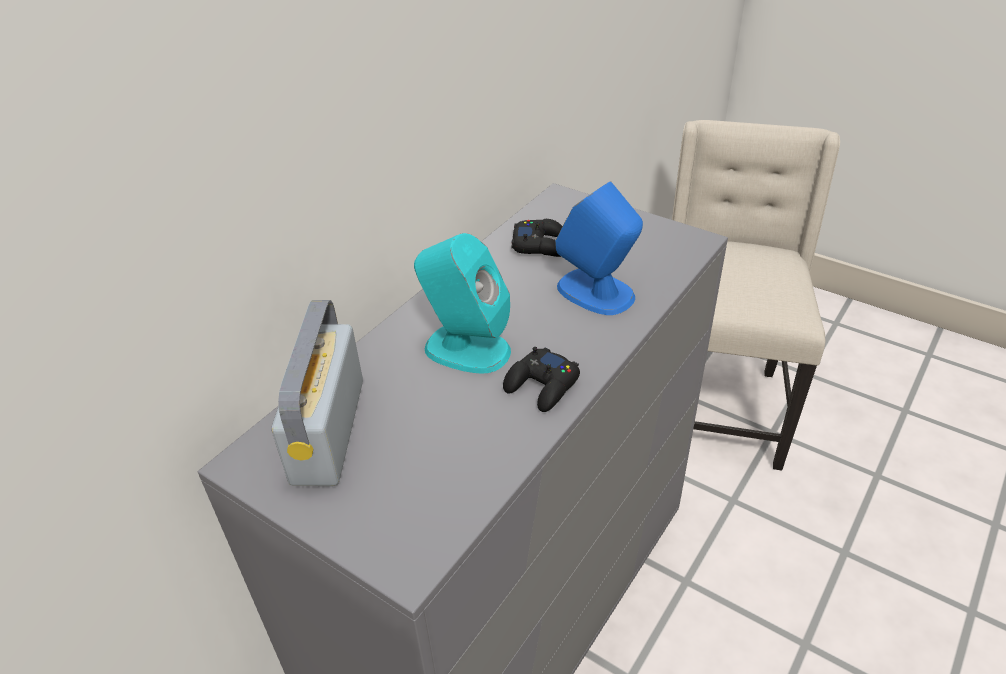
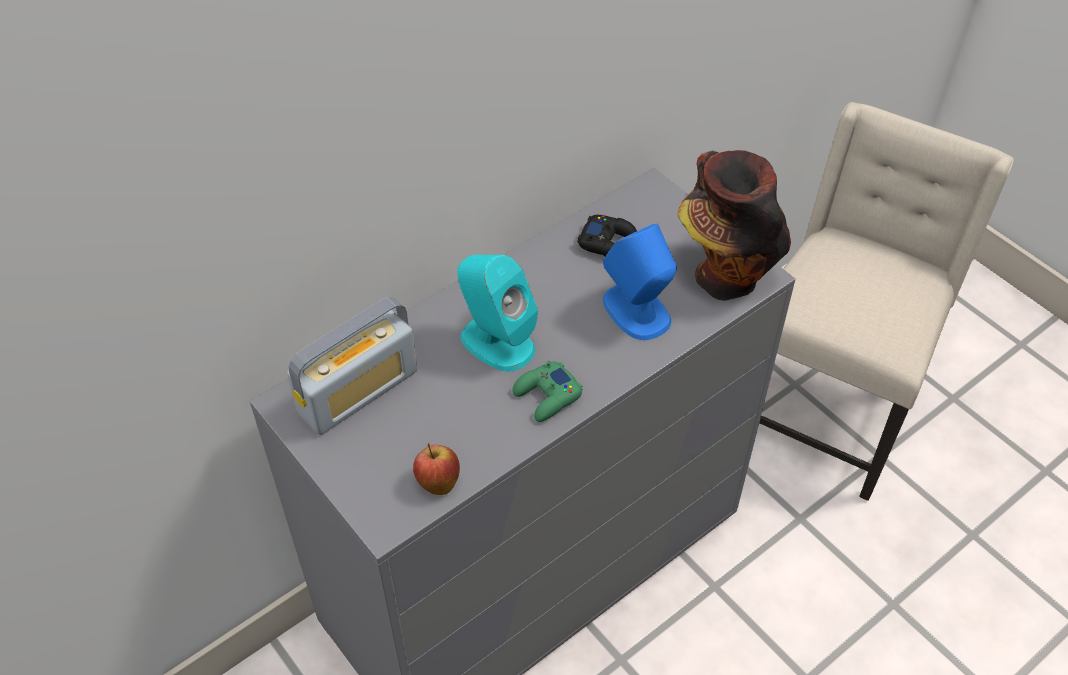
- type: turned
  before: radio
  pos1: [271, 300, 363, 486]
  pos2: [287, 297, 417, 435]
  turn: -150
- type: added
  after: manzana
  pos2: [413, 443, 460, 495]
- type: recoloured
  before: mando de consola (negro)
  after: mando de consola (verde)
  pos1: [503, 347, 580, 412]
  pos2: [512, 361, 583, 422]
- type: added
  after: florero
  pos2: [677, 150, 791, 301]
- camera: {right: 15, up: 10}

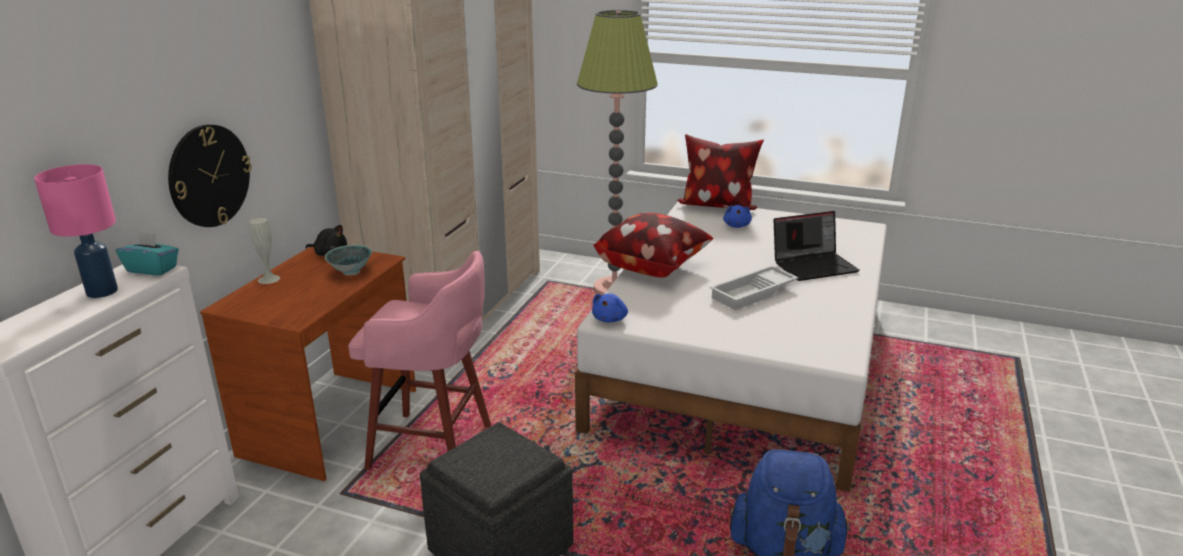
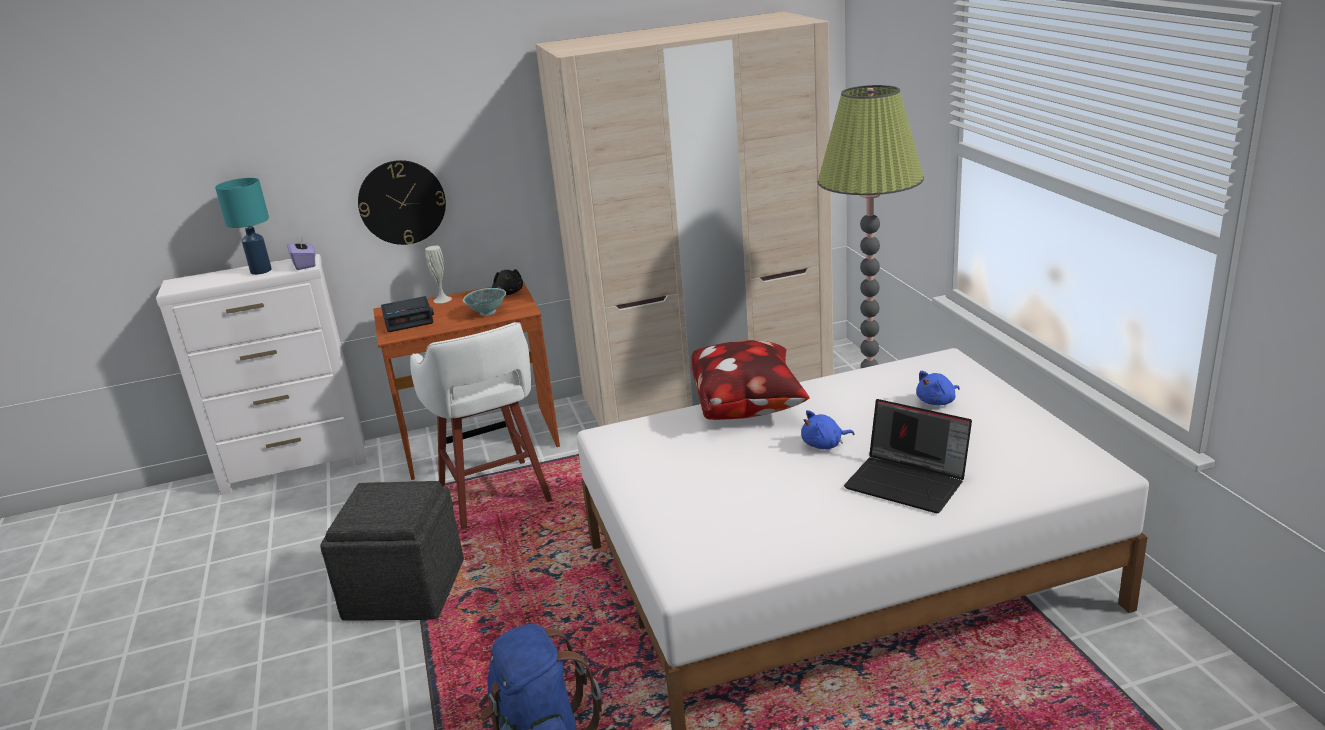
- type: recoloured
  before: lámpara de mesa (rosa)
  after: lámpara de mesa (turquesa)
  pos1: [34, 164, 118, 298]
  pos2: [215, 178, 272, 275]
- type: recoloured
  before: caja de pañuelos (turquesa)
  after: caja de pañuelos (morado)
  pos1: [116, 231, 179, 275]
  pos2: [287, 238, 315, 270]
- type: added
  after: despertador
  pos2: [381, 296, 434, 332]
- type: recoloured
  before: taburete (rosa)
  after: taburete (blanco)
  pos1: [348, 250, 491, 470]
  pos2: [410, 322, 552, 529]
- type: moved
  before: peluche (azul)
  pos1: [592, 293, 628, 322]
  pos2: [801, 410, 854, 449]
- type: removed
  before: cojín
  pos1: [677, 134, 764, 210]
- type: removed
  before: bandeja (blanco)
  pos1: [710, 265, 798, 310]
- camera: {right: 55, up: 0}

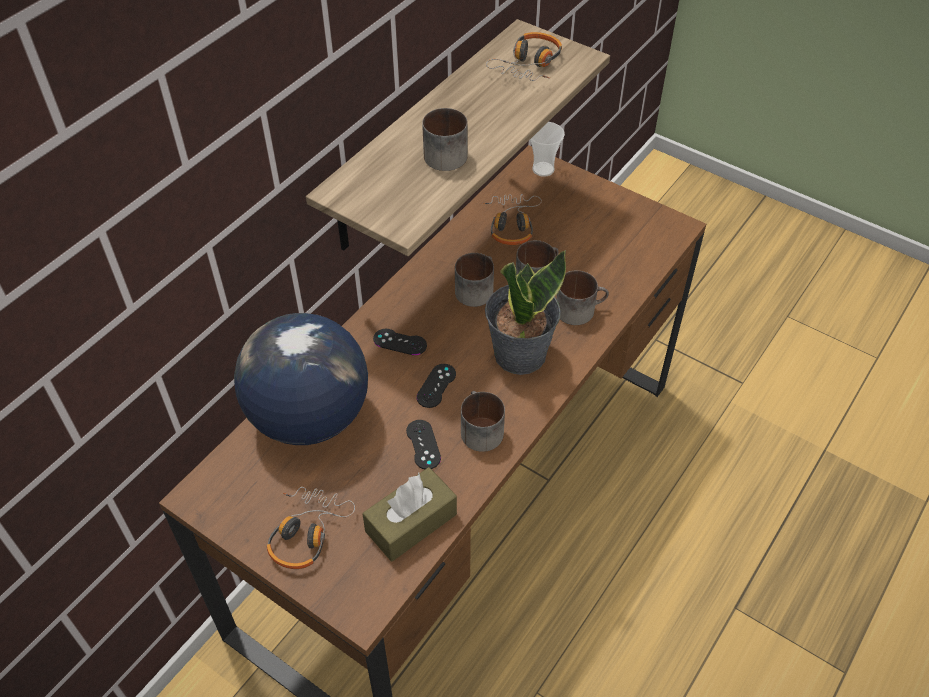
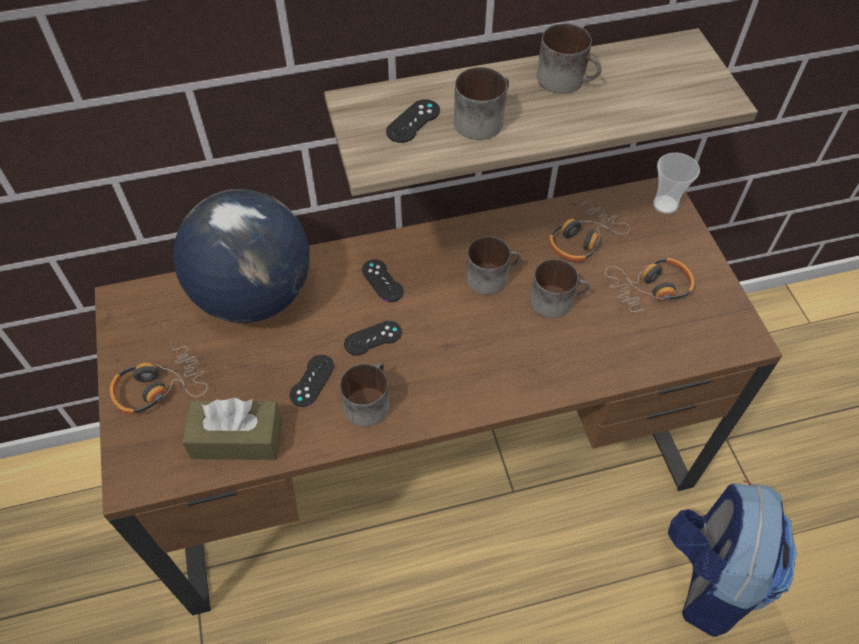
- type: added
  after: mando de consola (negro)
  pos2: [386, 99, 440, 143]
- type: moved
  before: taza grande
  pos1: [556, 270, 609, 325]
  pos2: [537, 23, 602, 94]
- type: moved
  before: auriculares
  pos1: [486, 32, 562, 81]
  pos2: [605, 258, 694, 318]
- type: added
  after: mochila
  pos2: [668, 480, 797, 637]
- type: removed
  before: planta en maceta
  pos1: [485, 250, 566, 375]
- camera: {right: 40, up: 5}

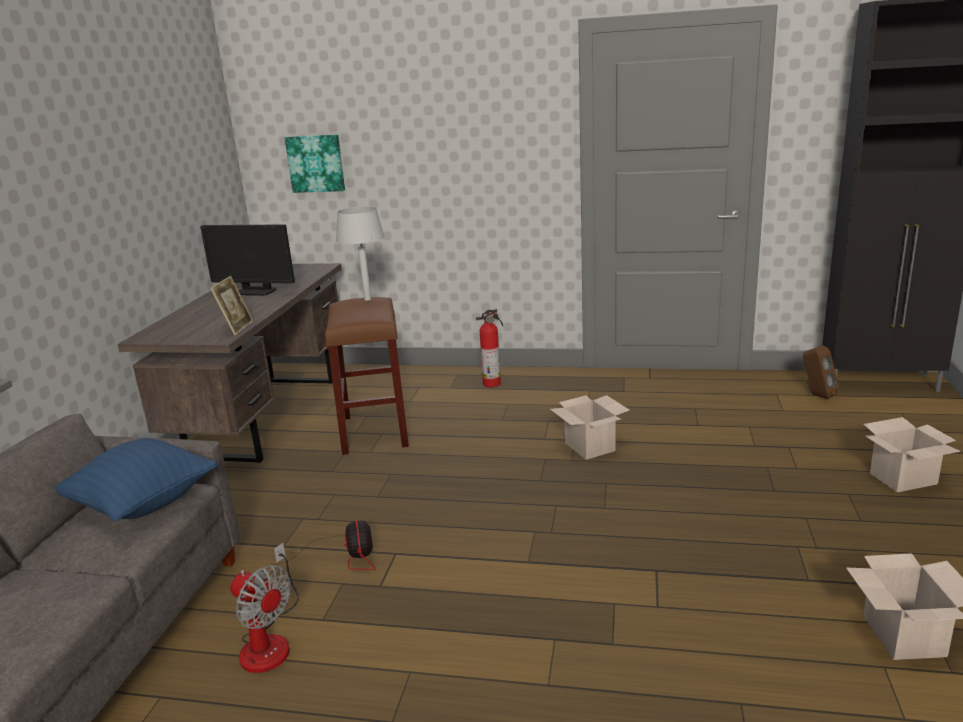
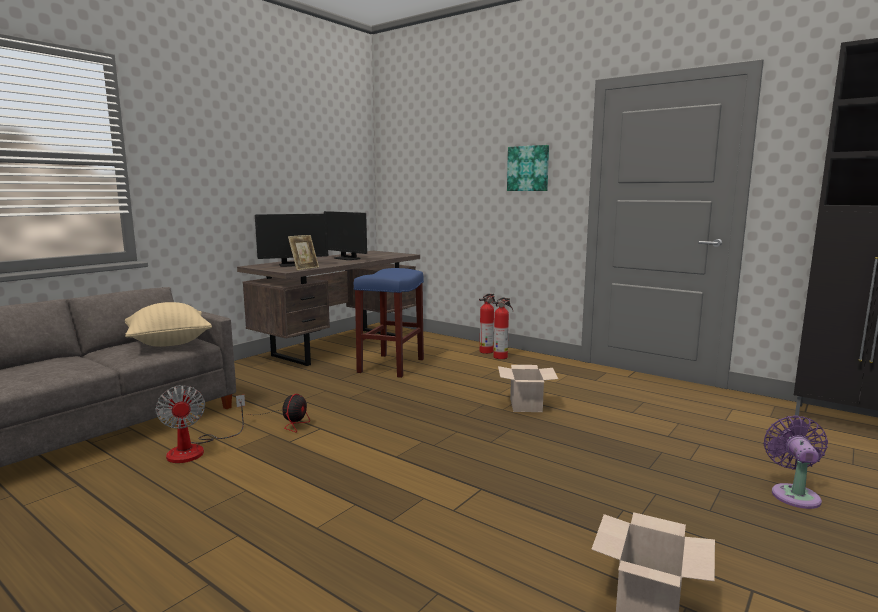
- type: recoloured
  before: cojín (azul)
  after: cojín (beis)
  pos1: [55, 438, 218, 521]
  pos2: [125, 302, 212, 347]
- type: added
  after: monitor
  pos2: [255, 214, 328, 267]
- type: recoloured
  before: taburete (marrón)
  after: taburete (azul)
  pos1: [325, 297, 409, 455]
  pos2: [354, 268, 424, 378]
- type: added
  after: extintor
  pos2: [479, 294, 498, 354]
- type: moved
  before: cuadro
  pos1: [285, 134, 345, 193]
  pos2: [507, 145, 549, 191]
- type: replaced
  before: caja de cartón
  after: ventilador (morado)
  pos1: [863, 417, 961, 492]
  pos2: [764, 416, 828, 509]
- type: removed
  before: lámpara de mesa (gris)
  pos1: [336, 206, 385, 300]
- type: removed
  before: altavoz (marrón)
  pos1: [803, 345, 839, 399]
- camera: {right: 25, up: -10}

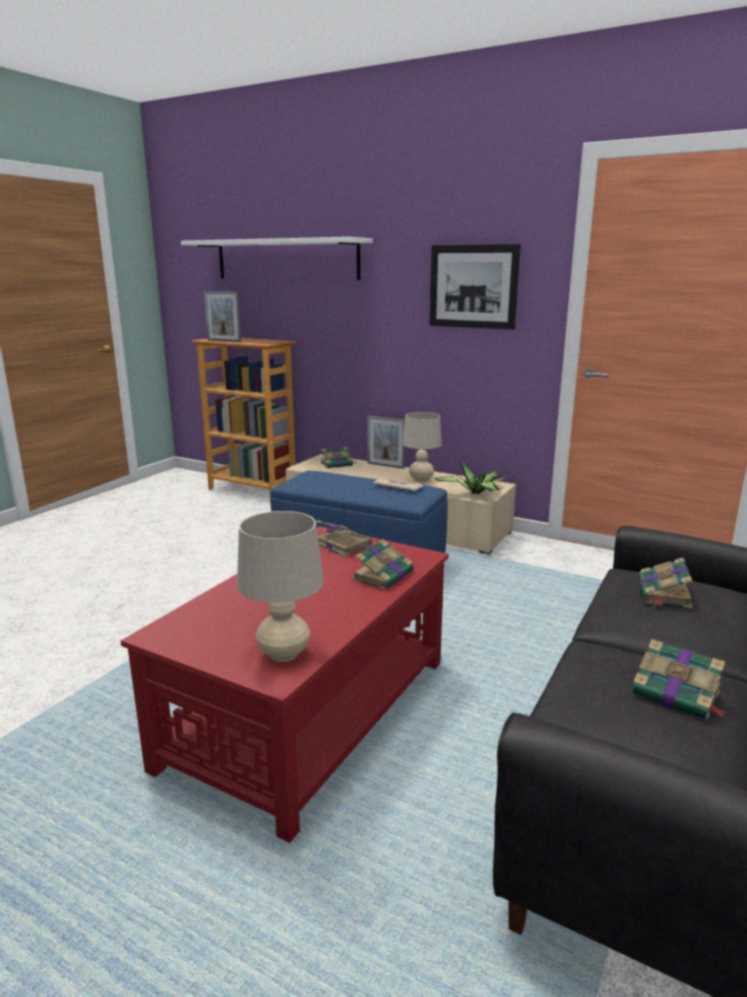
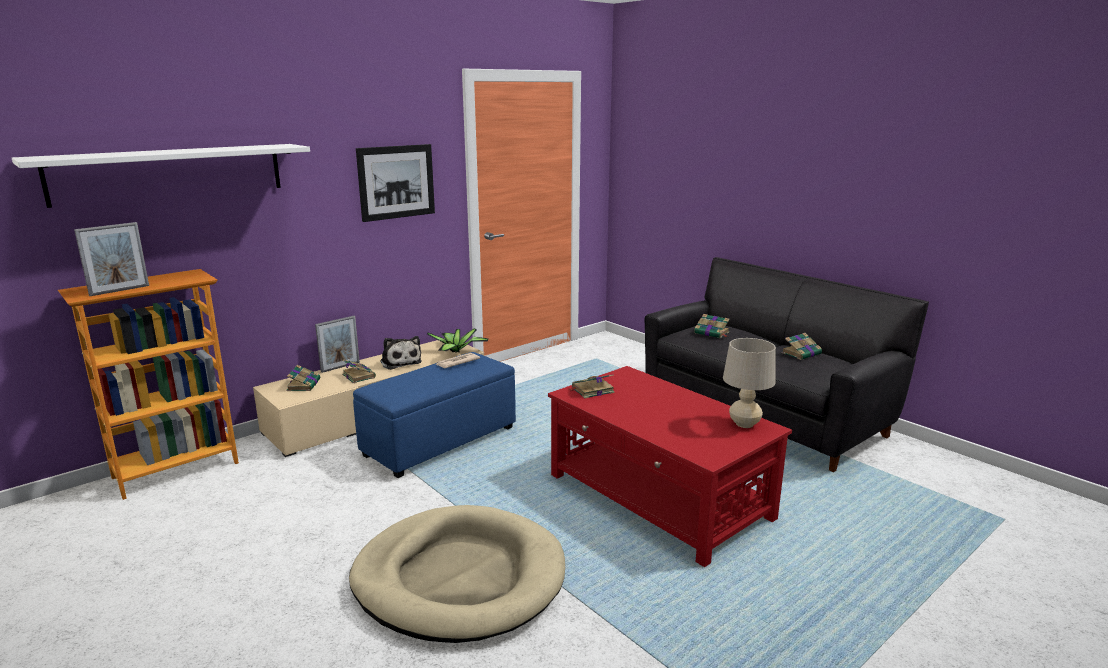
- type: moved
  before: libro
  pos1: [352, 539, 414, 590]
  pos2: [342, 359, 376, 383]
- type: added
  after: cama para perro (beis)
  pos2: [349, 505, 565, 643]
- type: replaced
  before: lámpara de mesa (beis)
  after: peluche
  pos1: [402, 412, 442, 482]
  pos2: [380, 336, 422, 370]
- camera: {right: -70, up: 0}

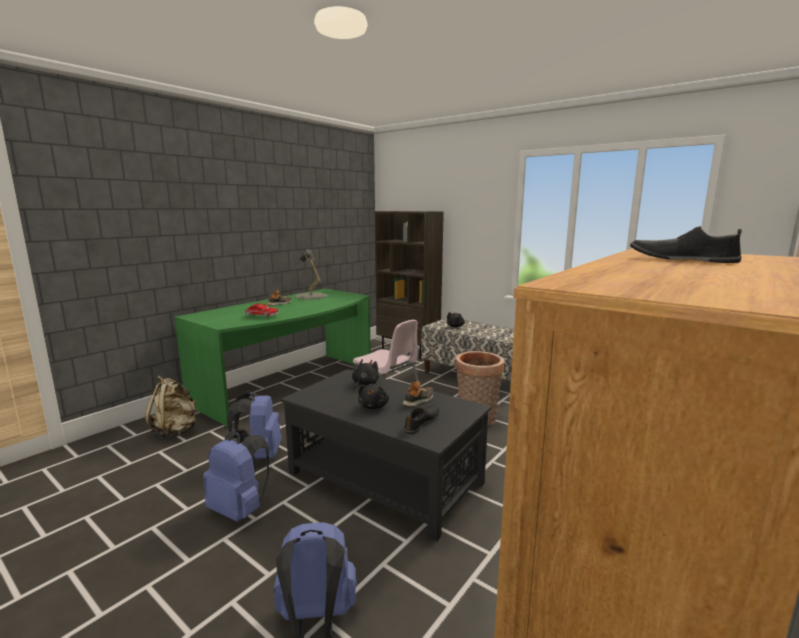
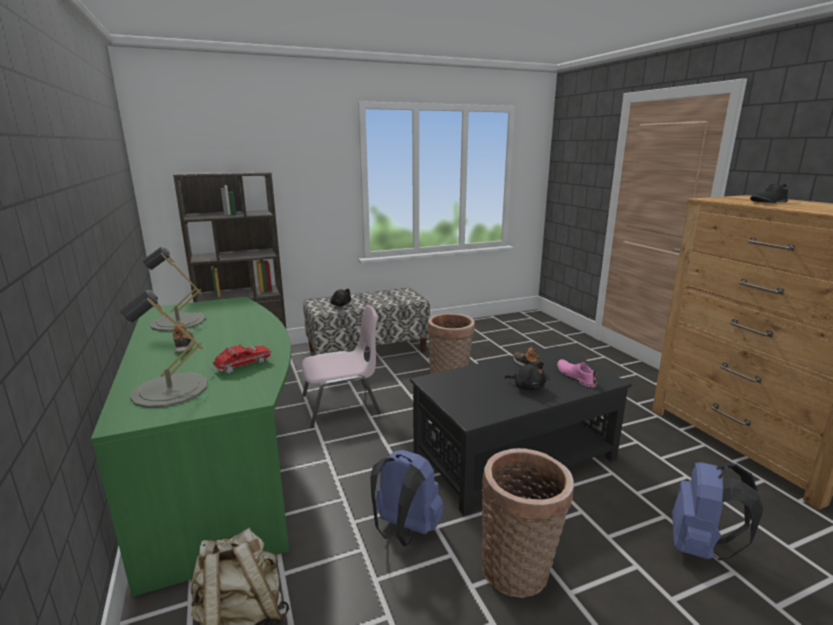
- type: added
  after: lámpara de mesa (gris)
  pos2: [119, 290, 208, 408]
- type: replaced
  before: mochila (azul)
  after: cesta
  pos1: [203, 429, 269, 522]
  pos2: [481, 448, 574, 598]
- type: recoloured
  before: zapato (negro)
  after: zapato (rosa)
  pos1: [404, 405, 440, 434]
  pos2: [557, 359, 596, 387]
- type: removed
  before: peluche (negro)
  pos1: [352, 359, 379, 390]
- camera: {right: -60, up: 5}

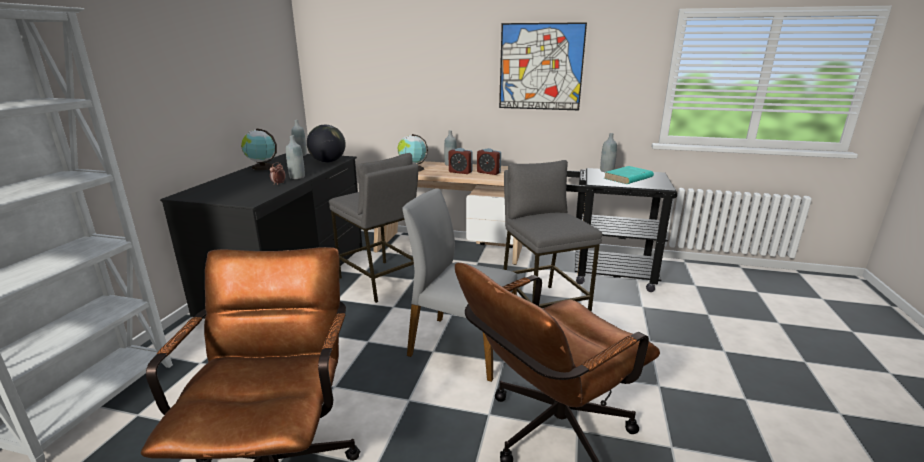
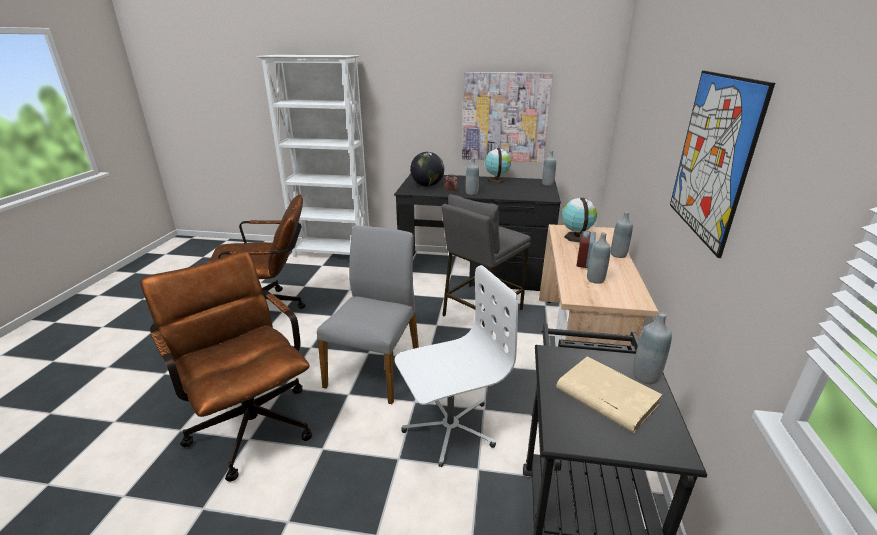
- type: replaced
  before: taburete (gris)
  after: silla de oficina (blanco)
  pos1: [503, 160, 603, 312]
  pos2: [395, 265, 518, 467]
- type: moved
  before: globo terráqueo
  pos1: [307, 125, 346, 163]
  pos2: [410, 152, 444, 187]
- type: added
  after: cuadro
  pos2: [462, 72, 553, 162]
- type: recoloured
  before: libro (turquesa)
  after: libro (beis)
  pos1: [604, 166, 654, 184]
  pos2: [556, 356, 662, 433]
- type: replaced
  before: despertador
  after: botella (gris)
  pos1: [477, 148, 501, 175]
  pos2: [587, 232, 611, 284]
- camera: {right: 85, up: 5}

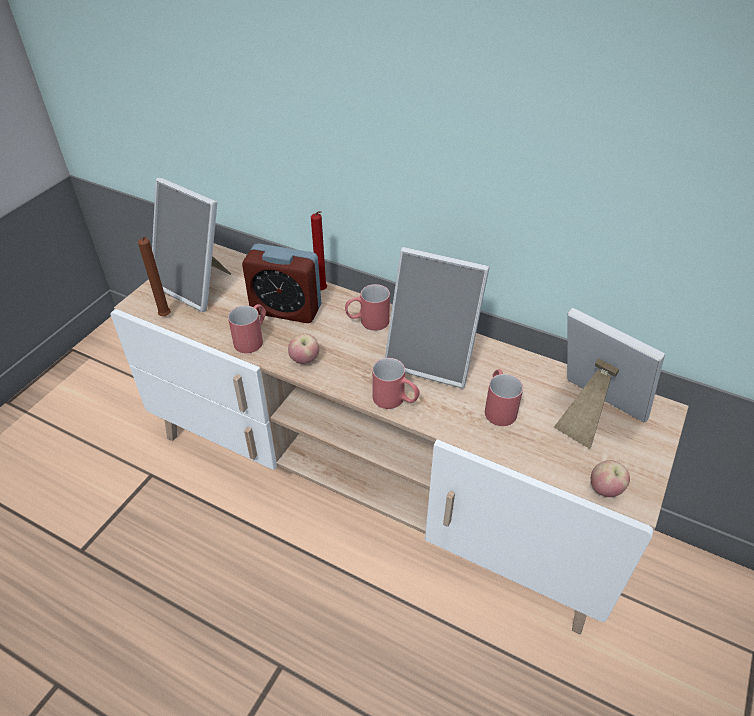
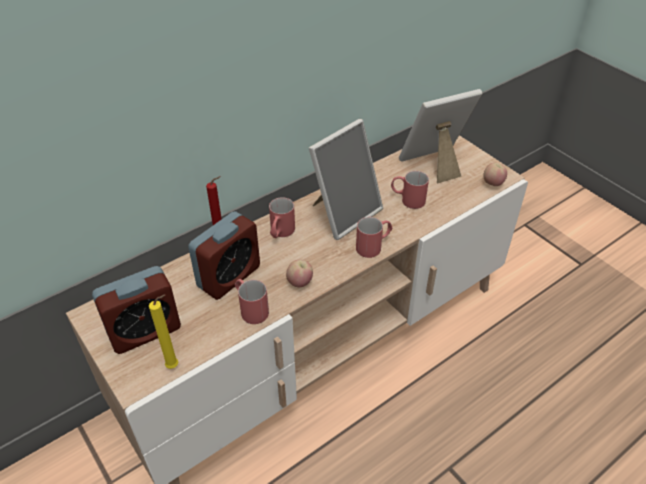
- type: replaced
  before: portarretratos
  after: despertador
  pos1: [152, 178, 231, 312]
  pos2: [92, 266, 181, 354]
- type: recoloured
  before: vela (marrón)
  after: vela (amarillo)
  pos1: [138, 236, 171, 316]
  pos2: [149, 295, 178, 369]
- camera: {right: -65, up: 0}

